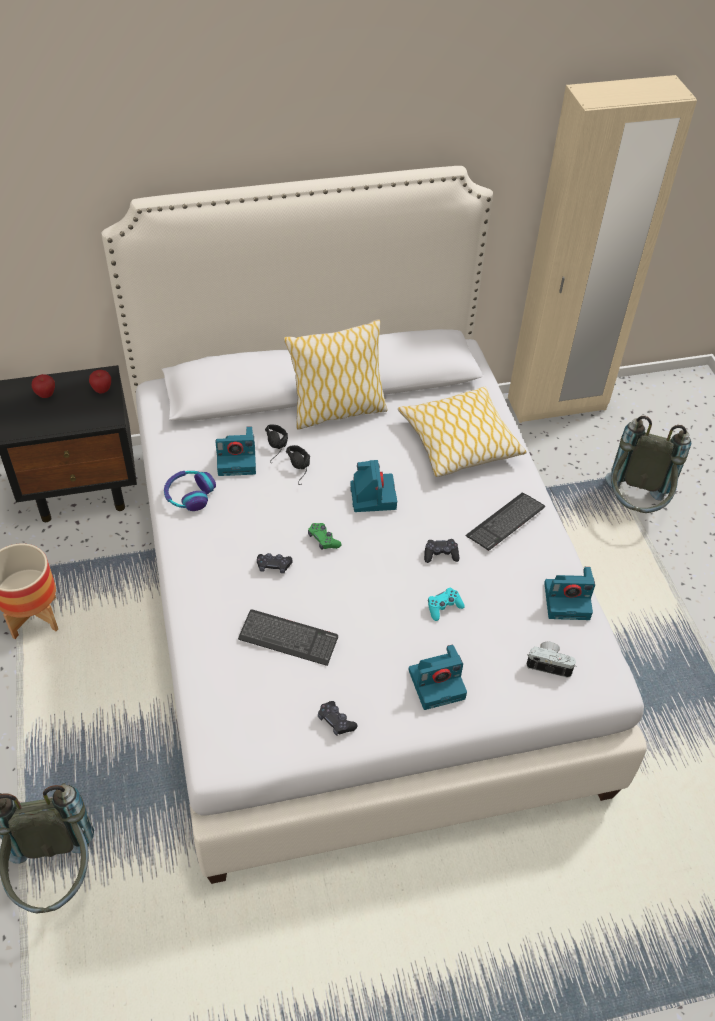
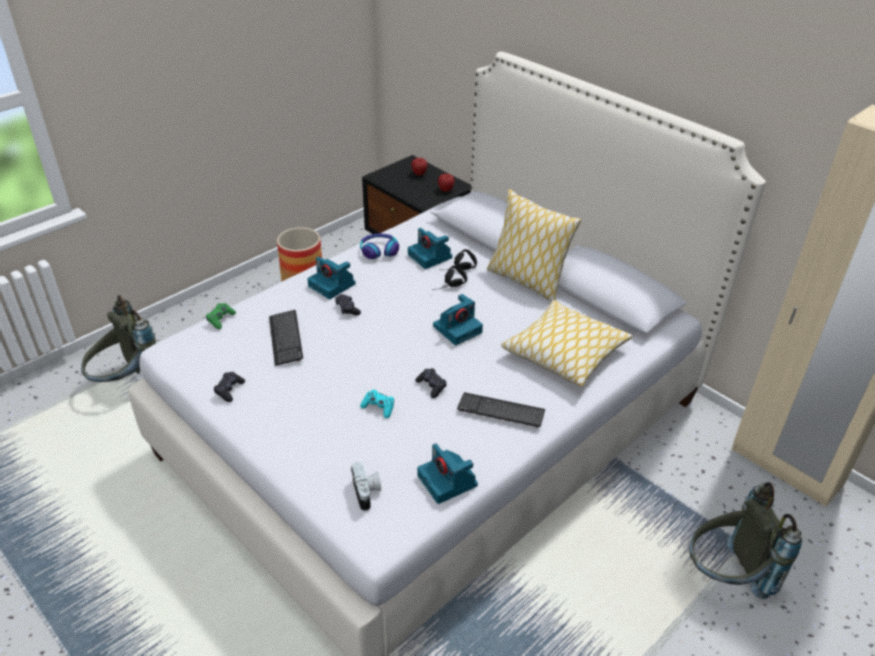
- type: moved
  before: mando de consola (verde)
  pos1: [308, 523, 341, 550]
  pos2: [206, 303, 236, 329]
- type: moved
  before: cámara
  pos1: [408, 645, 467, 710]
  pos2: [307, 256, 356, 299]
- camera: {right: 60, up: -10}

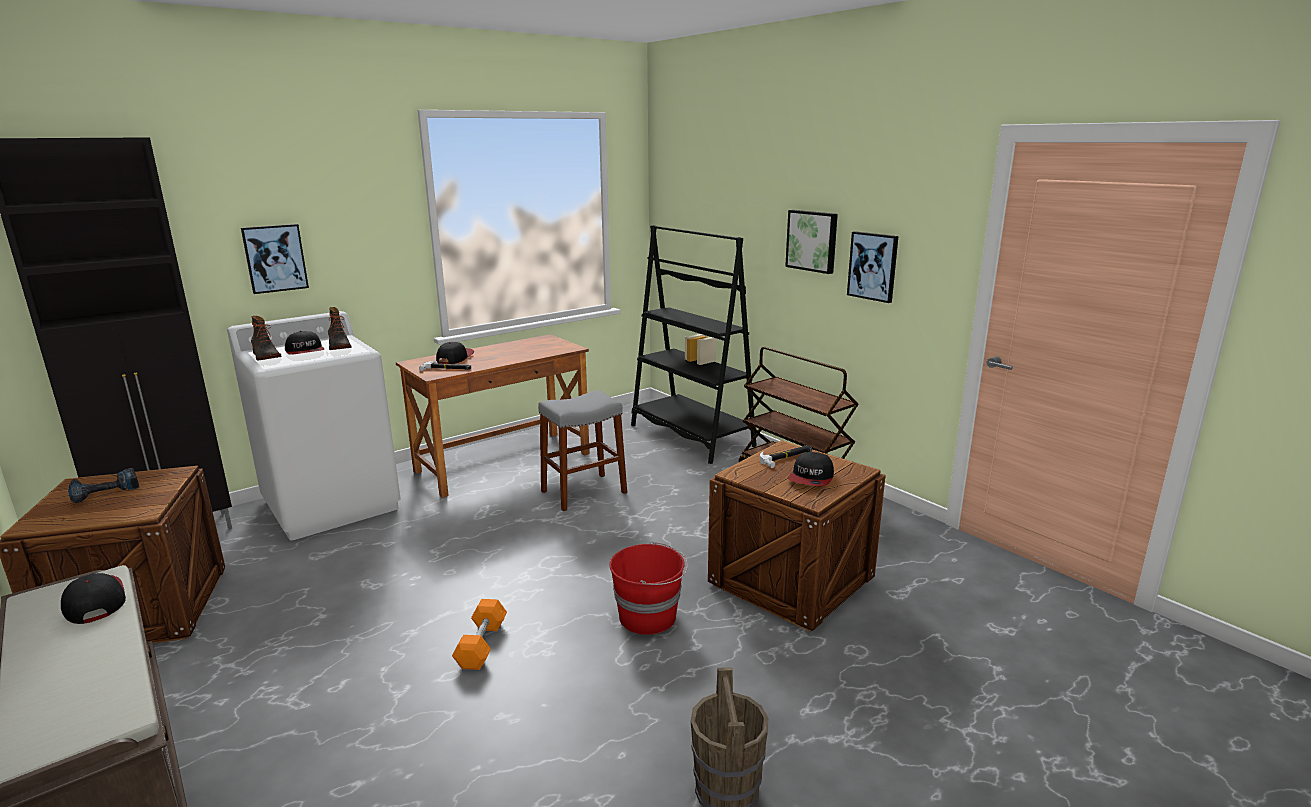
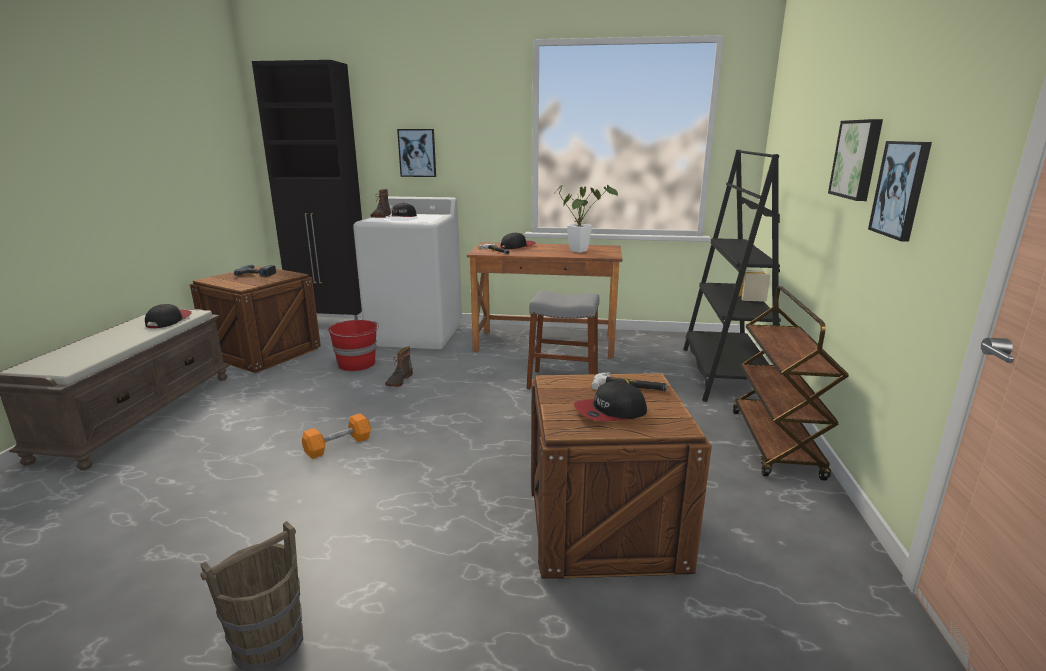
- type: moved
  before: cubo (rojo)
  pos1: [609, 542, 688, 635]
  pos2: [328, 320, 379, 371]
- type: moved
  before: bota
  pos1: [328, 307, 352, 350]
  pos2: [385, 346, 413, 387]
- type: added
  after: planta en maceta
  pos2: [554, 185, 618, 253]
- camera: {right: 45, up: 0}

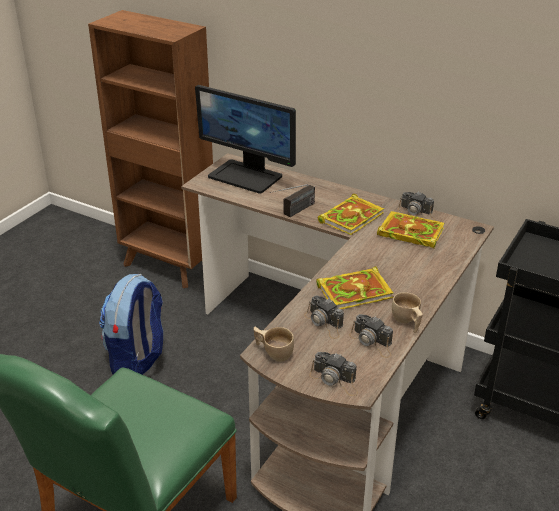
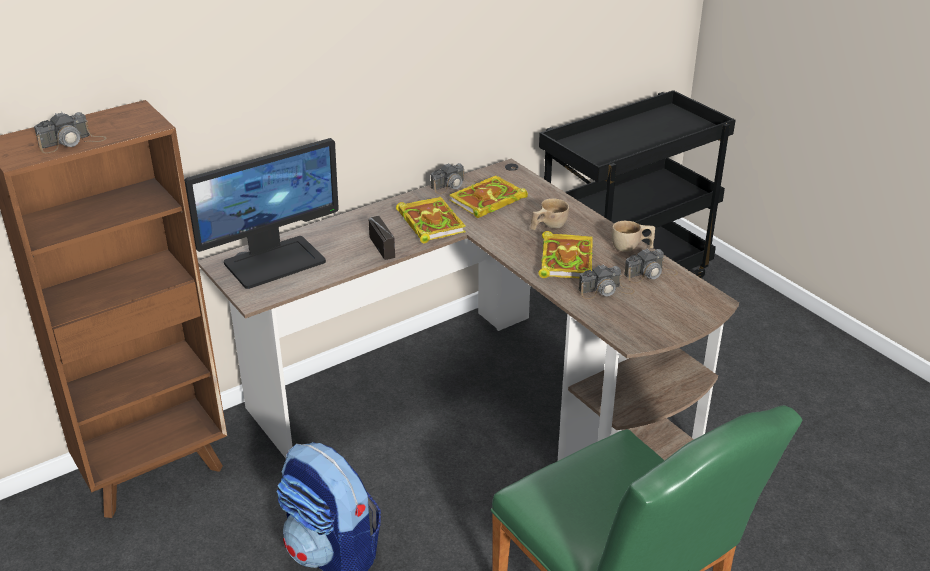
- type: moved
  before: cámara
  pos1: [309, 352, 358, 396]
  pos2: [34, 111, 107, 153]
- type: moved
  before: taza (beis)
  pos1: [254, 327, 294, 362]
  pos2: [530, 199, 569, 230]
- camera: {right: -65, up: 0}

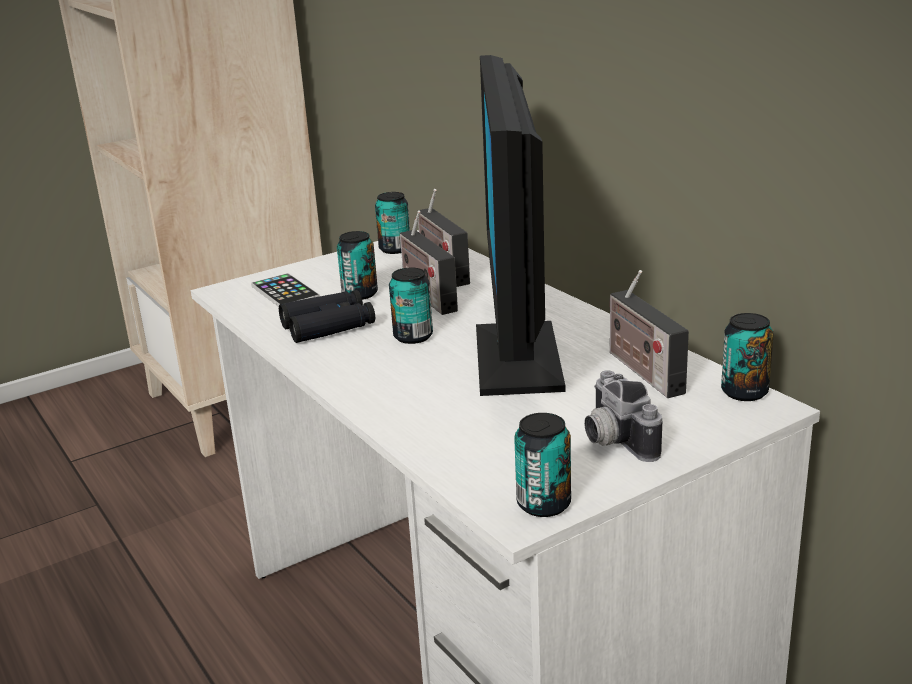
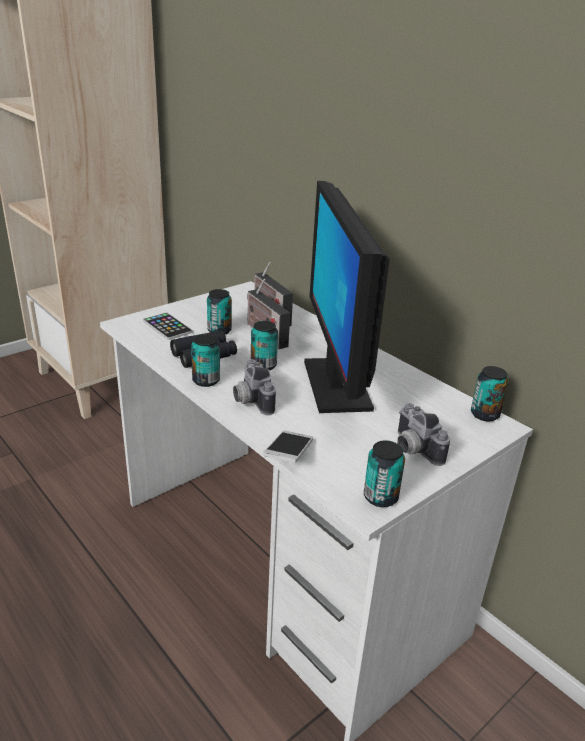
- type: moved
  before: lata
  pos1: [375, 192, 410, 254]
  pos2: [191, 334, 220, 387]
- type: added
  after: cámara
  pos2: [233, 359, 276, 415]
- type: added
  after: móvil
  pos2: [263, 430, 313, 463]
- type: removed
  before: radio
  pos1: [609, 270, 689, 398]
- camera: {right: -10, up: 5}

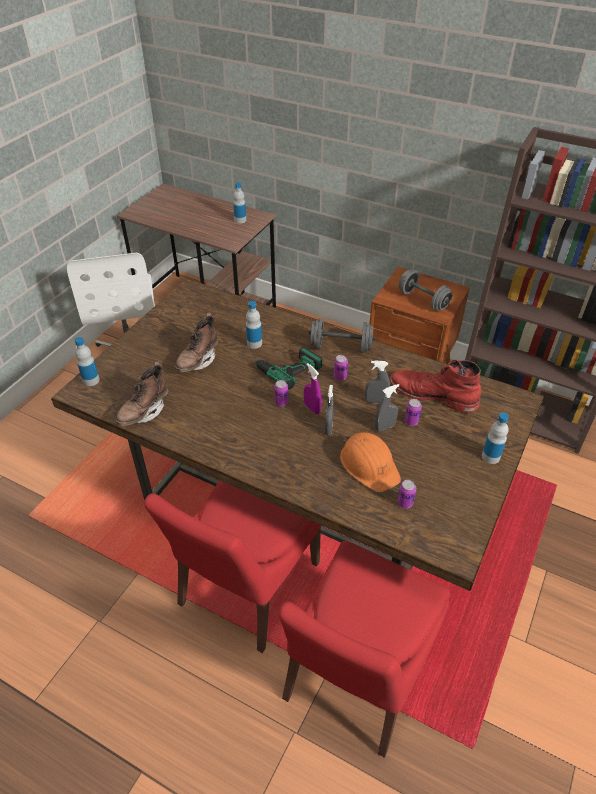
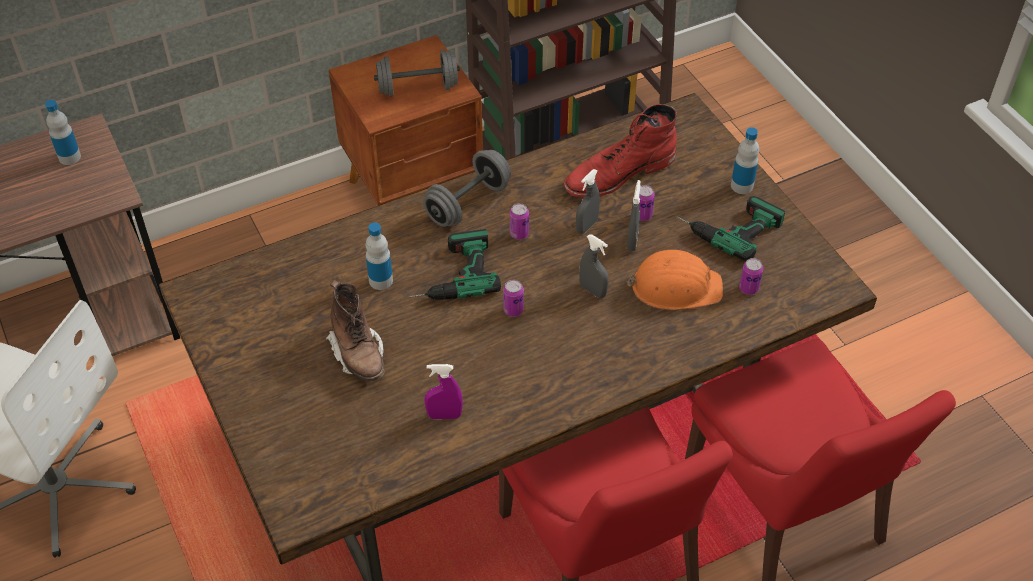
- type: moved
  before: pulverizador (morado)
  pos1: [304, 363, 322, 414]
  pos2: [424, 364, 463, 419]
- type: added
  after: taladro
  pos2: [677, 196, 785, 261]
- type: removed
  before: botella
  pos1: [75, 337, 100, 386]
- type: removed
  before: bota (marrón)
  pos1: [115, 361, 168, 426]
- camera: {right: -55, up: 5}

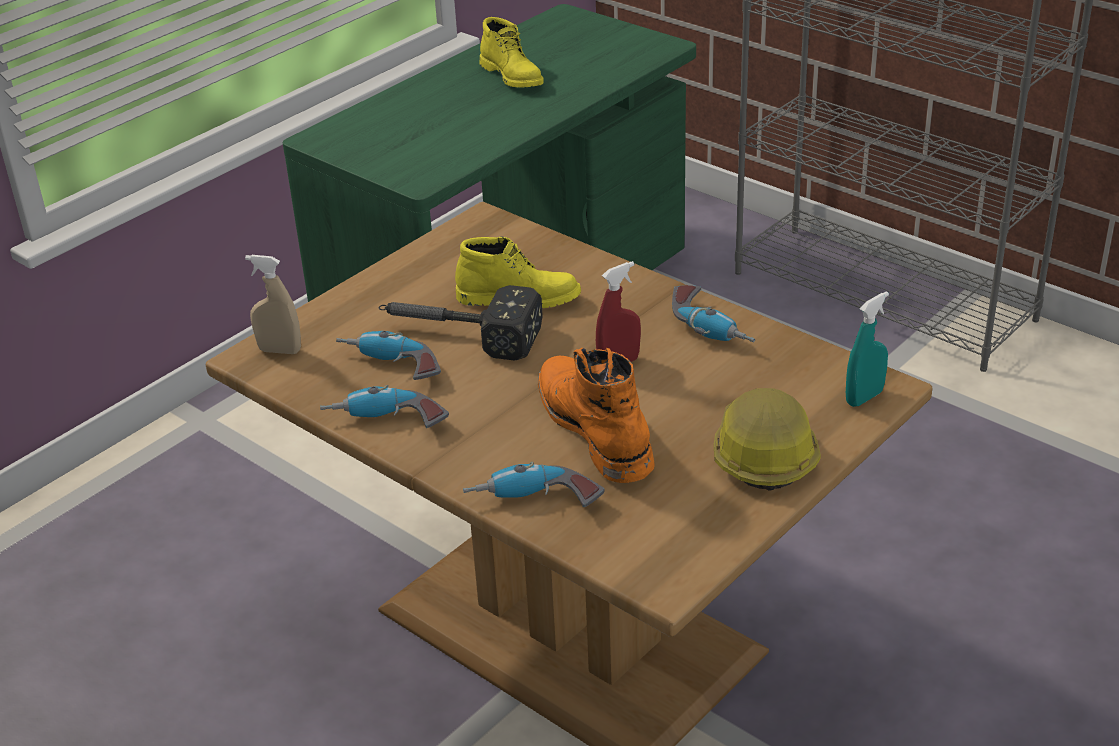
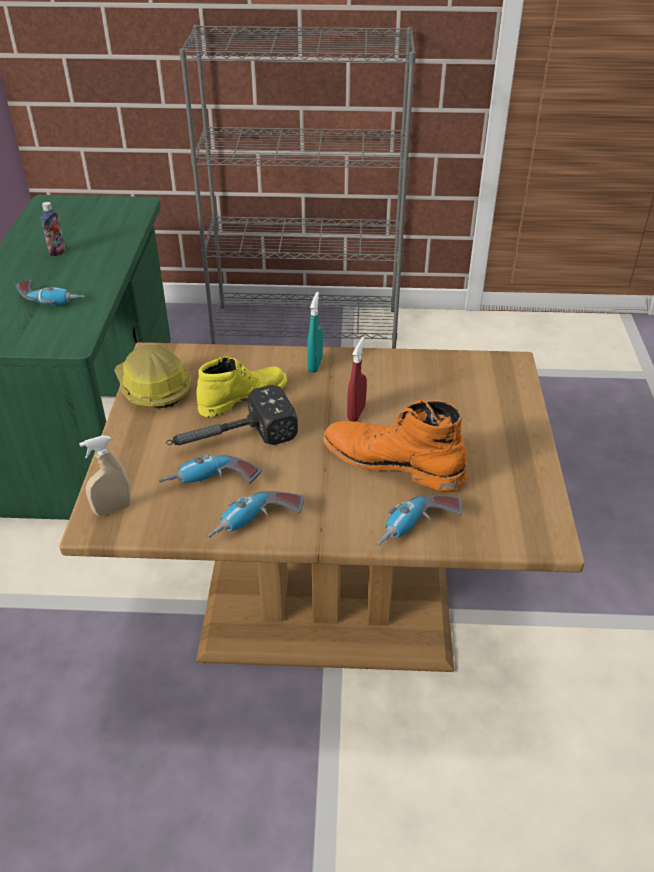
- type: moved
  before: taladro
  pos1: [672, 285, 755, 342]
  pos2: [15, 280, 85, 306]
- type: replaced
  before: bota (amarillo)
  after: botella
  pos1: [480, 17, 544, 87]
  pos2: [41, 202, 66, 257]
- type: moved
  before: casco
  pos1: [714, 388, 821, 490]
  pos2: [114, 344, 192, 408]
- type: moved
  before: pulverizador (turquesa)
  pos1: [846, 291, 889, 407]
  pos2: [307, 292, 323, 373]
- camera: {right: -40, up: 5}

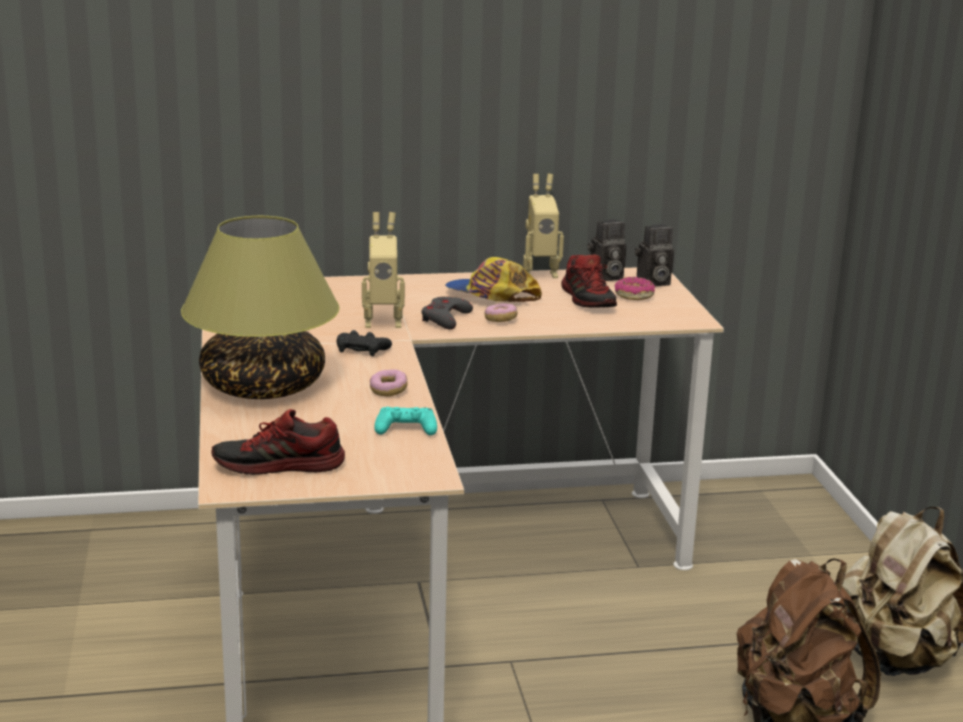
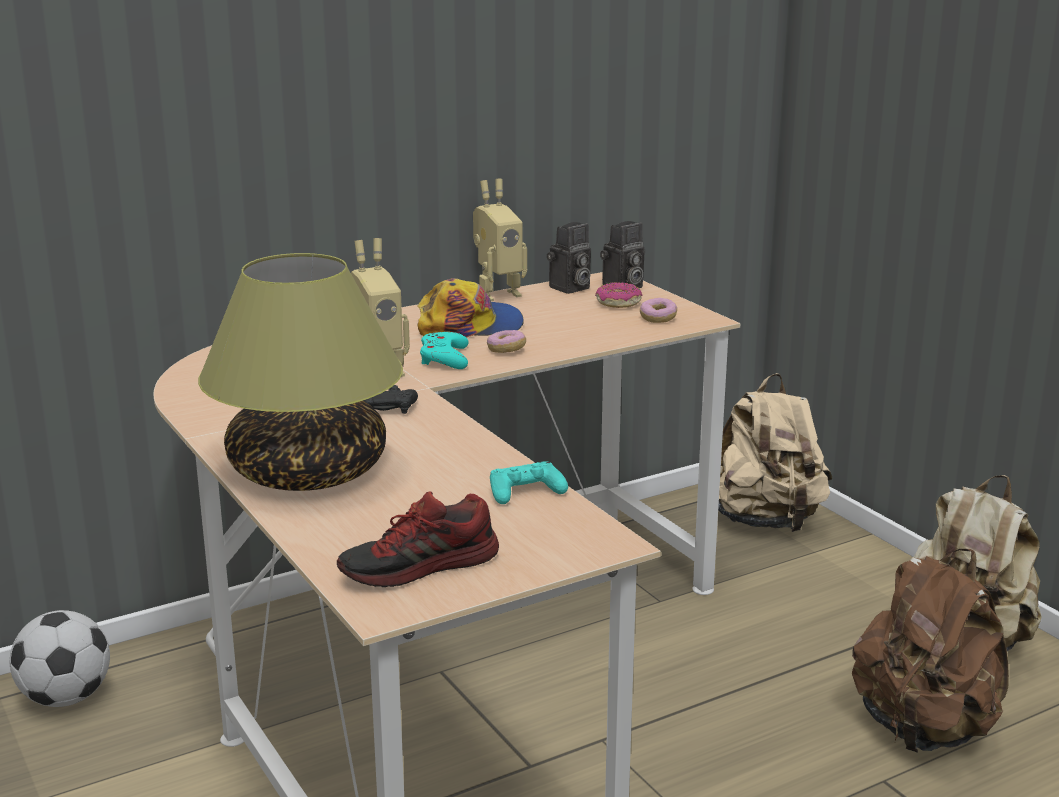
- type: added
  after: balón de fútbol
  pos2: [10, 610, 110, 707]
- type: turned
  before: gorra
  pos1: [445, 257, 542, 302]
  pos2: [417, 278, 524, 338]
  turn: 150
- type: recoloured
  before: mando de consola (gris)
  after: mando de consola (turquesa)
  pos1: [421, 297, 473, 330]
  pos2: [420, 332, 468, 369]
- type: moved
  before: rosquilla
  pos1: [370, 369, 408, 397]
  pos2: [640, 298, 677, 323]
- type: added
  after: mochila (beis)
  pos2: [718, 373, 832, 532]
- type: removed
  before: zapato
  pos1: [561, 255, 617, 308]
- camera: {right: -20, up: 0}

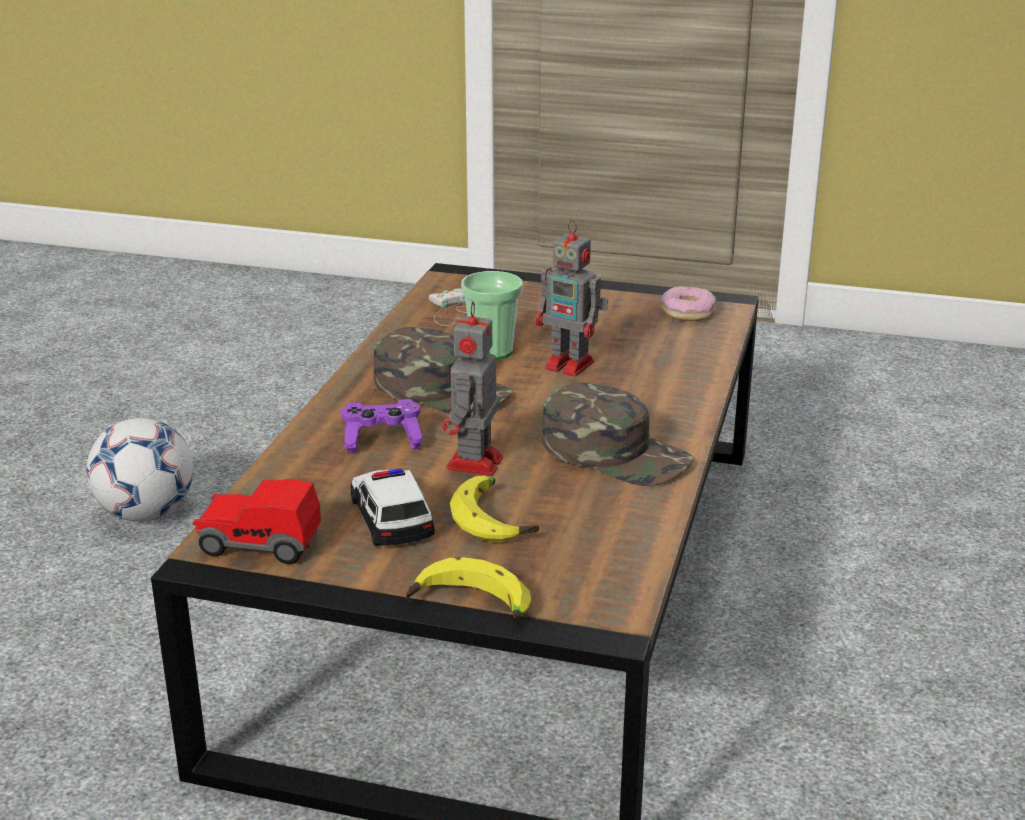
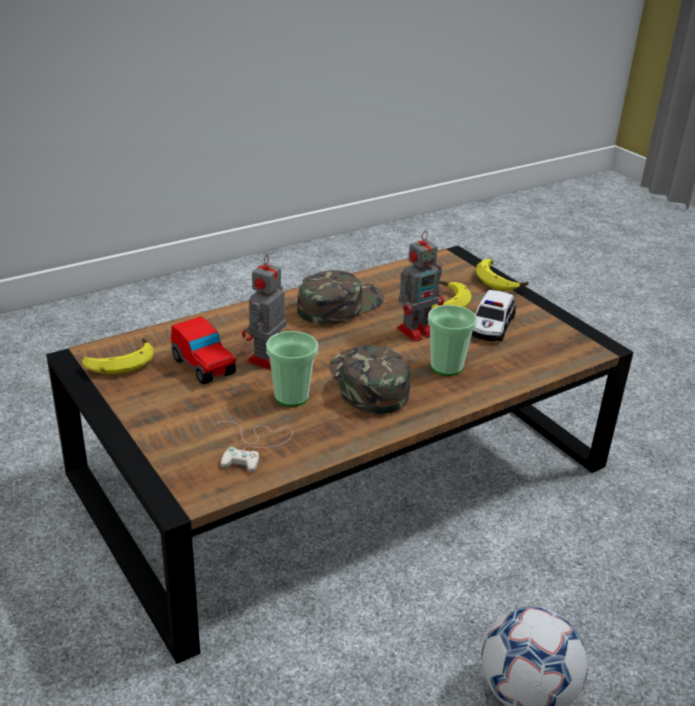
- type: replaced
  before: rosquilla
  after: plátano
  pos1: [661, 286, 716, 321]
  pos2: [82, 337, 154, 374]
- type: moved
  before: coche de juguete
  pos1: [193, 479, 321, 564]
  pos2: [171, 316, 236, 384]
- type: turned
  before: robot de juguete
  pos1: [535, 220, 608, 377]
  pos2: [242, 255, 287, 370]
  turn: -135
- type: turned
  before: gorra (verde)
  pos1: [541, 383, 694, 486]
  pos2: [297, 270, 384, 325]
  turn: 60
- type: replaced
  before: mando de consola (morado)
  after: taza
  pos1: [341, 399, 423, 454]
  pos2: [428, 305, 477, 376]
- camera: {right: -140, up: 5}

